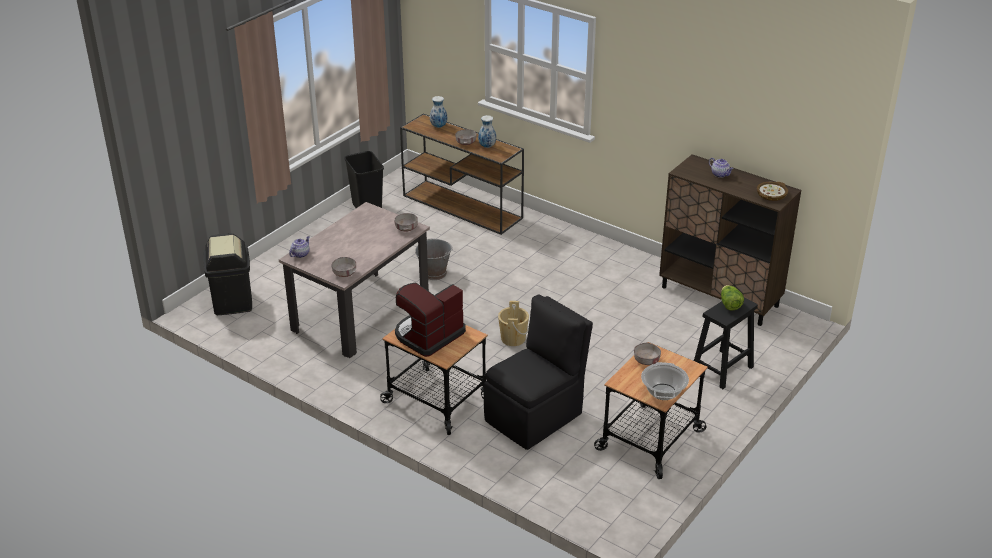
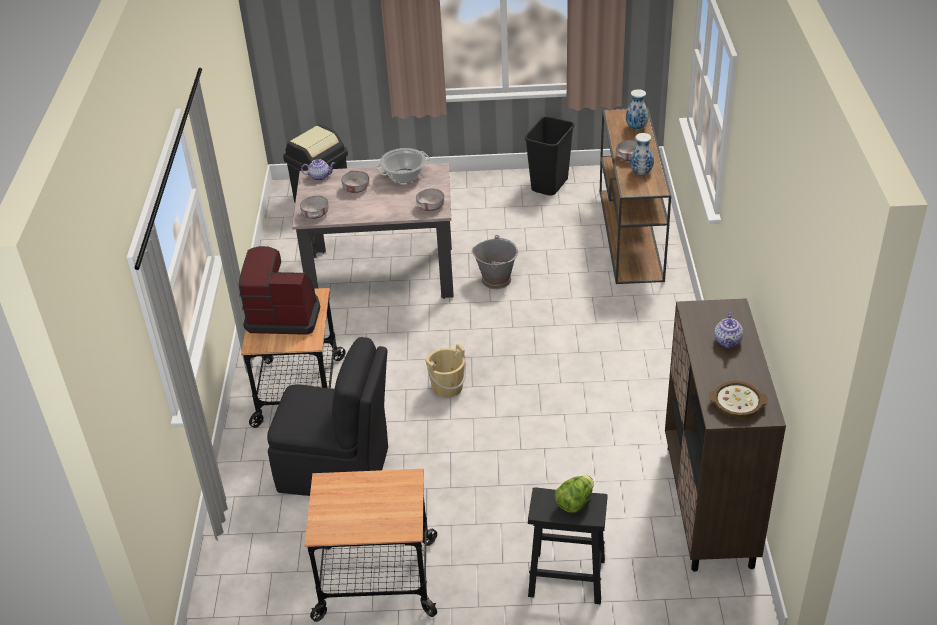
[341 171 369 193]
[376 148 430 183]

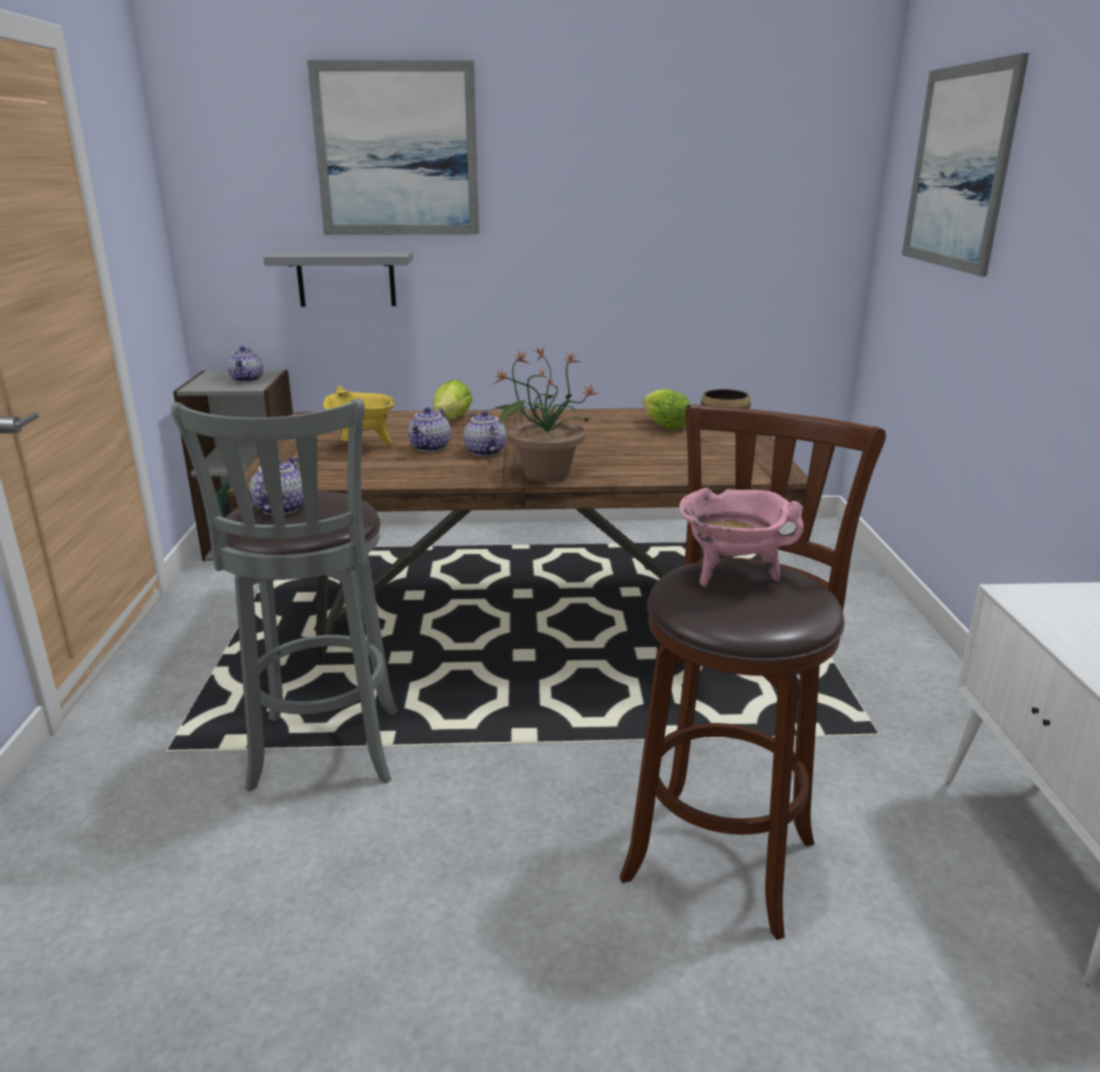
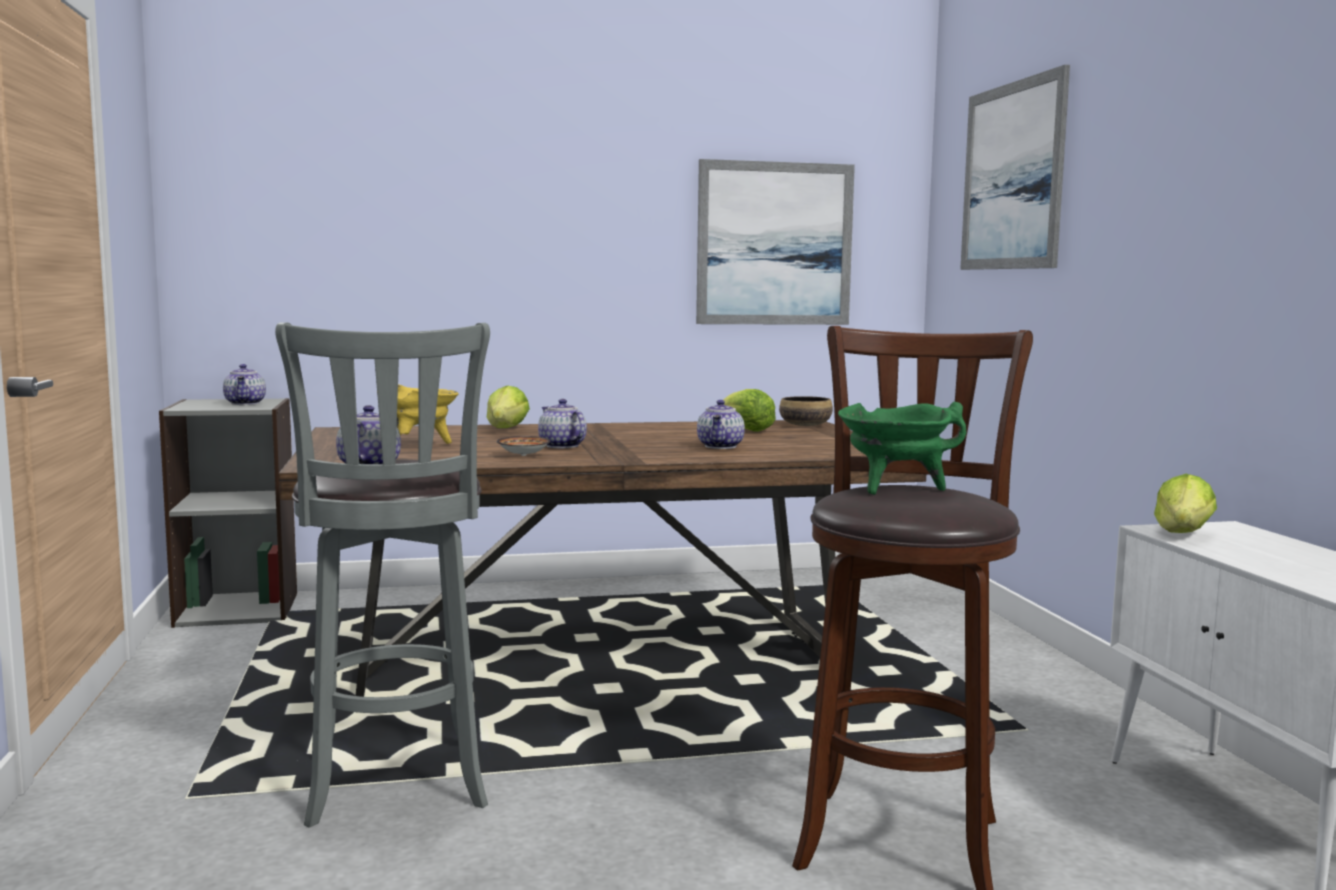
[696 159 855 325]
[263 251 413 307] (first image)
[492 347 598 482] (first image)
[697 400 745 449]
[838 402 966 495]
[497 436 551 456]
[1154 474 1217 533]

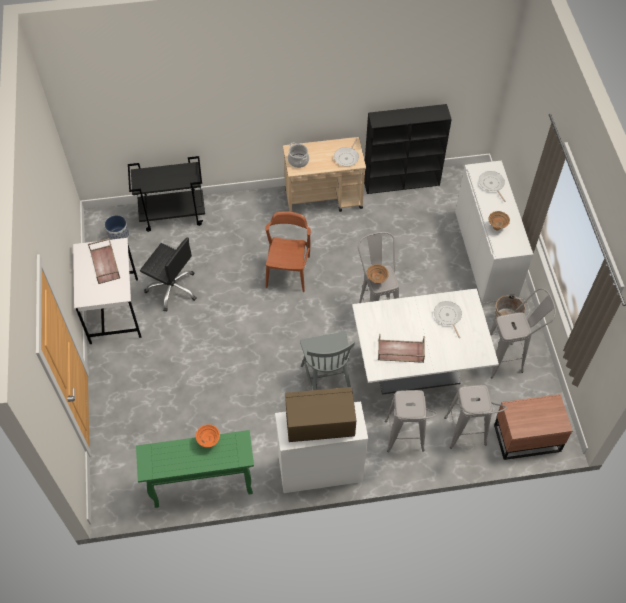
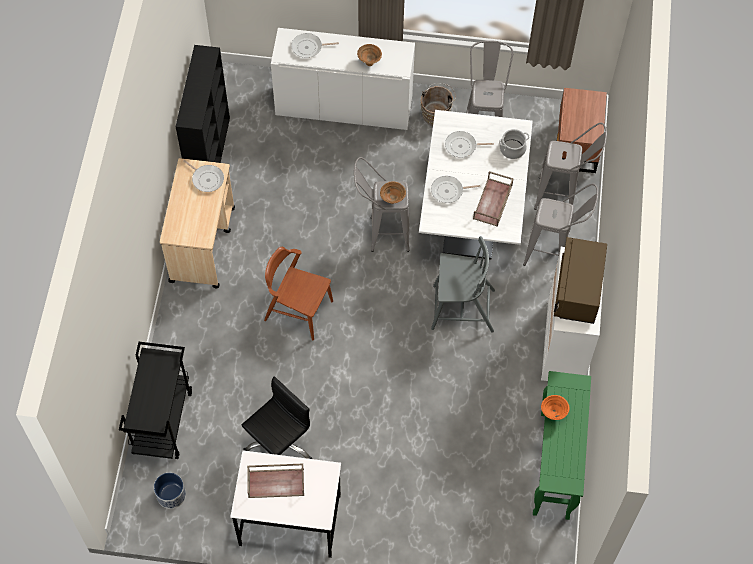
[499 129 529 159]
[431 176 480 203]

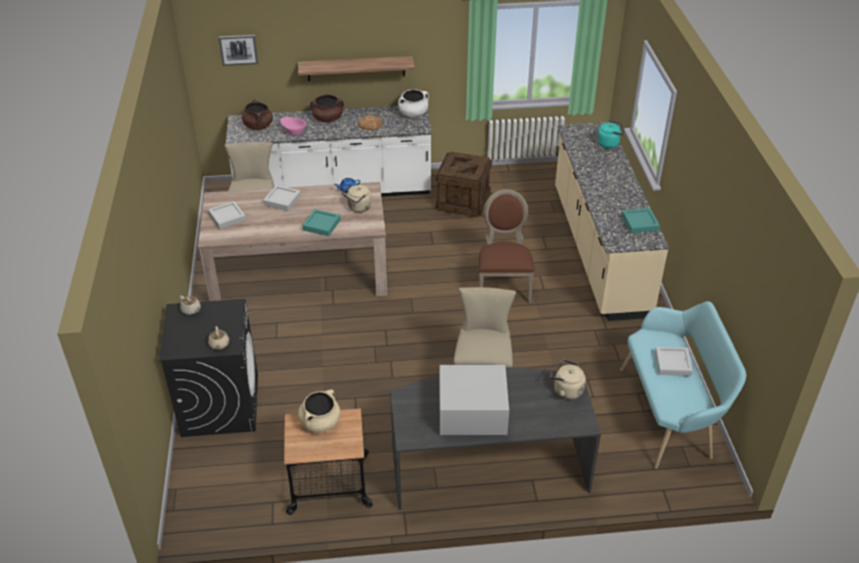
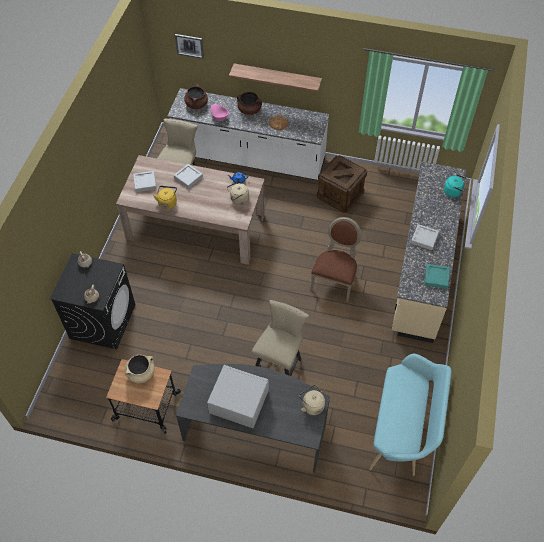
[398 89 429 117] (first image)
[302 209 340 236] (first image)
[411 224 439 250]
[153 186 177 210]

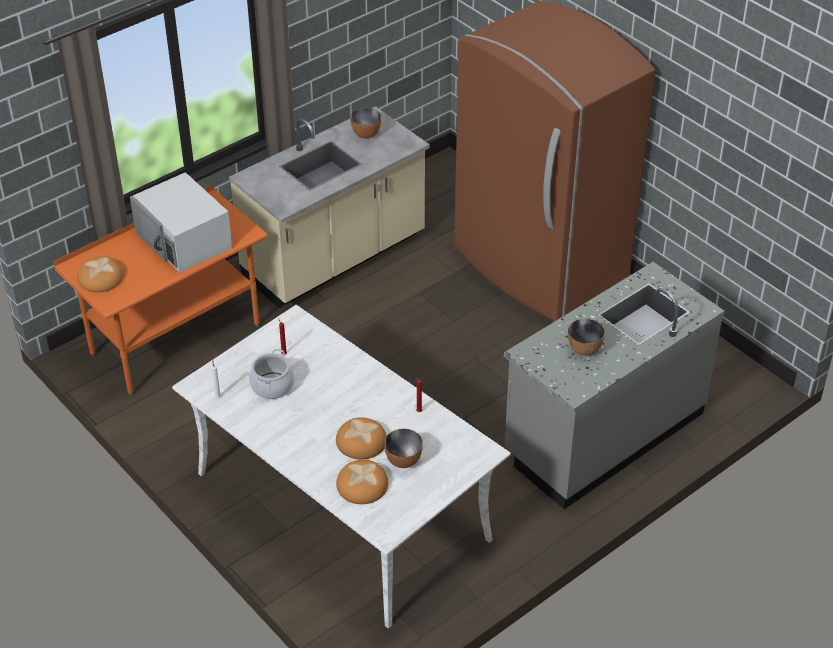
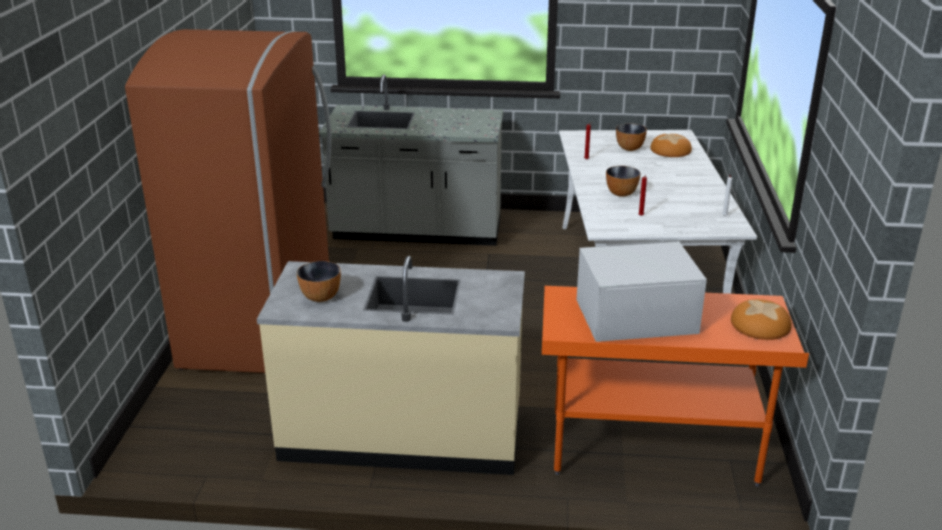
[577 240 707 342]
[606 166 640 197]
[249 349 294 399] (first image)
[336 417 387 459] (first image)

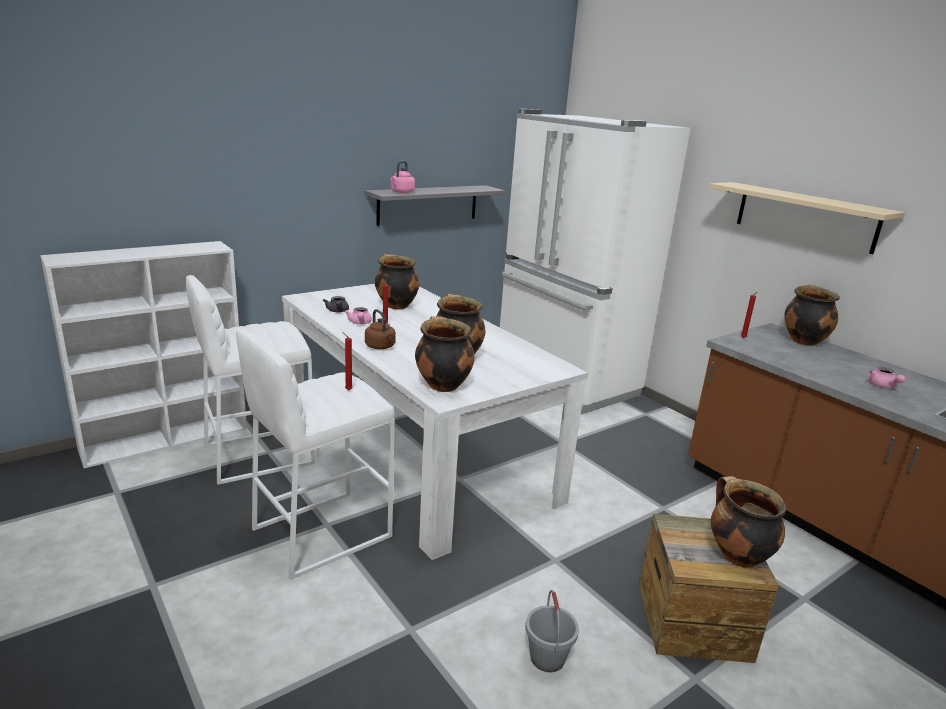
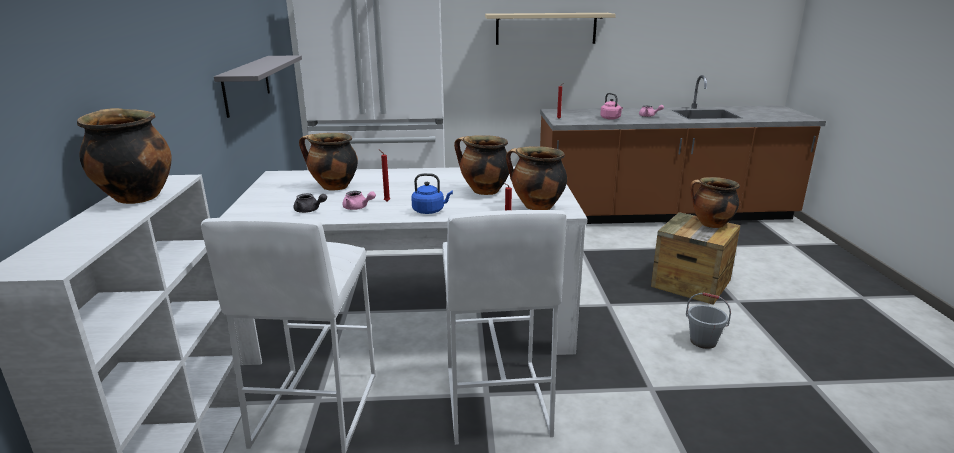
[600 93 623 120]
[77 108 172 204]
[411 173 453 214]

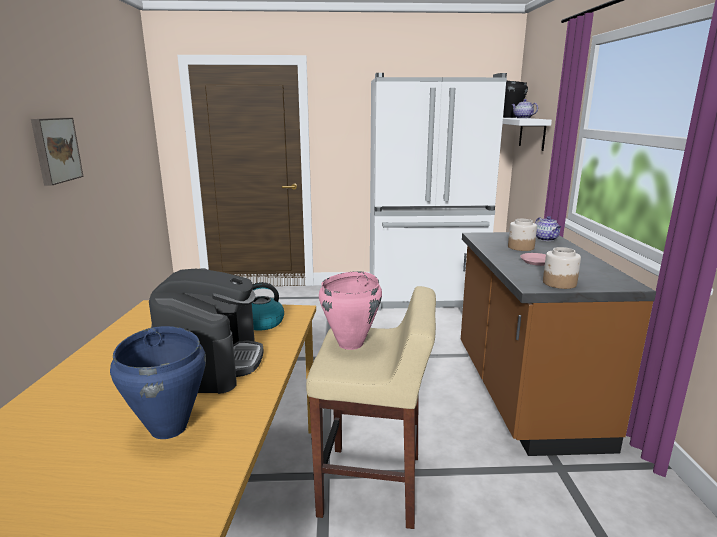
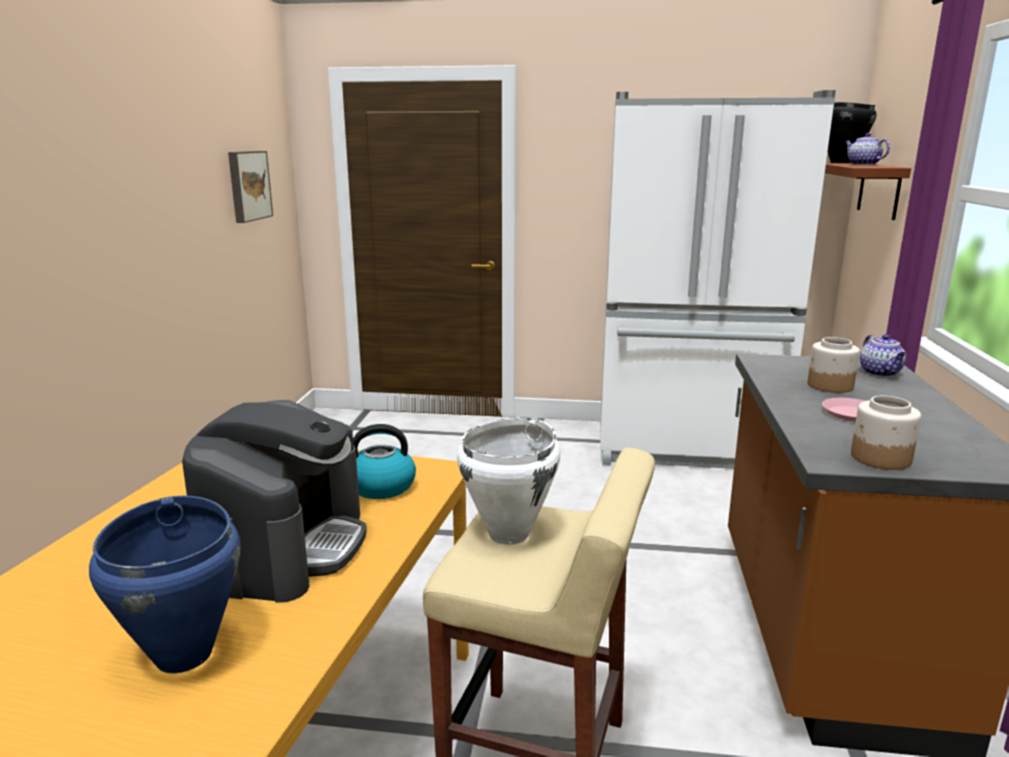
[228 151 273 223]
[825 163 911 220]
[457 417 560 545]

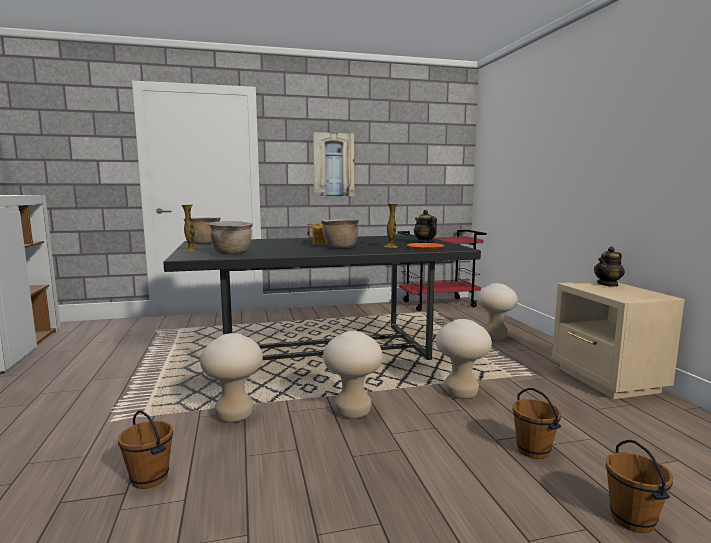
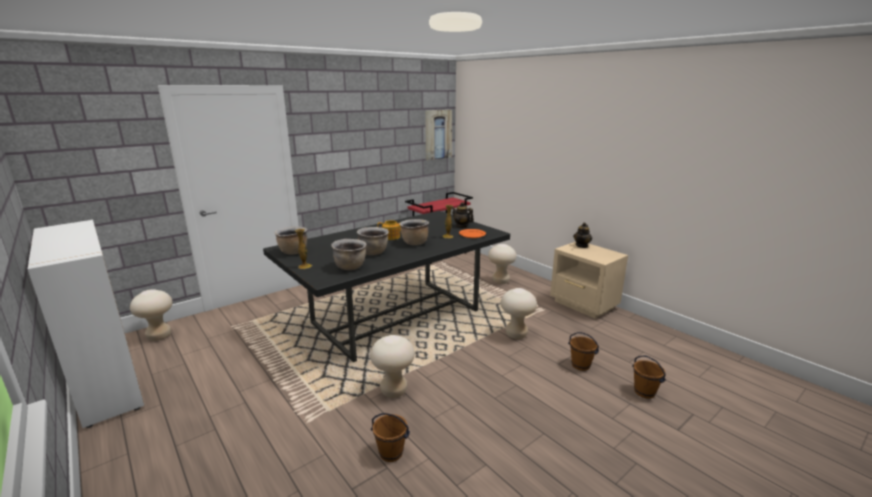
[425 110 452 160]
[130 289 173 341]
[357 227 389 255]

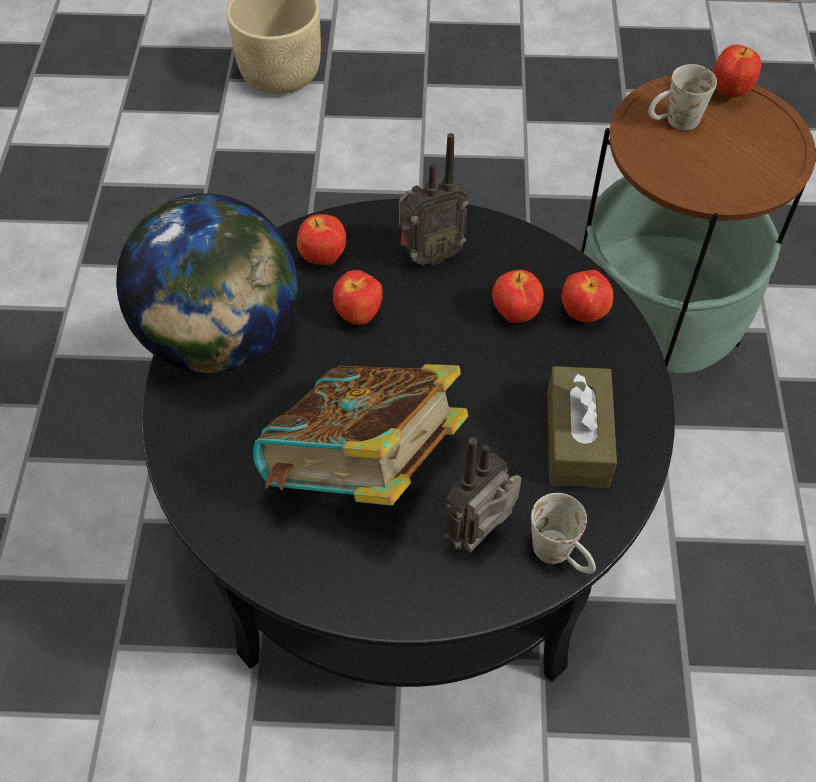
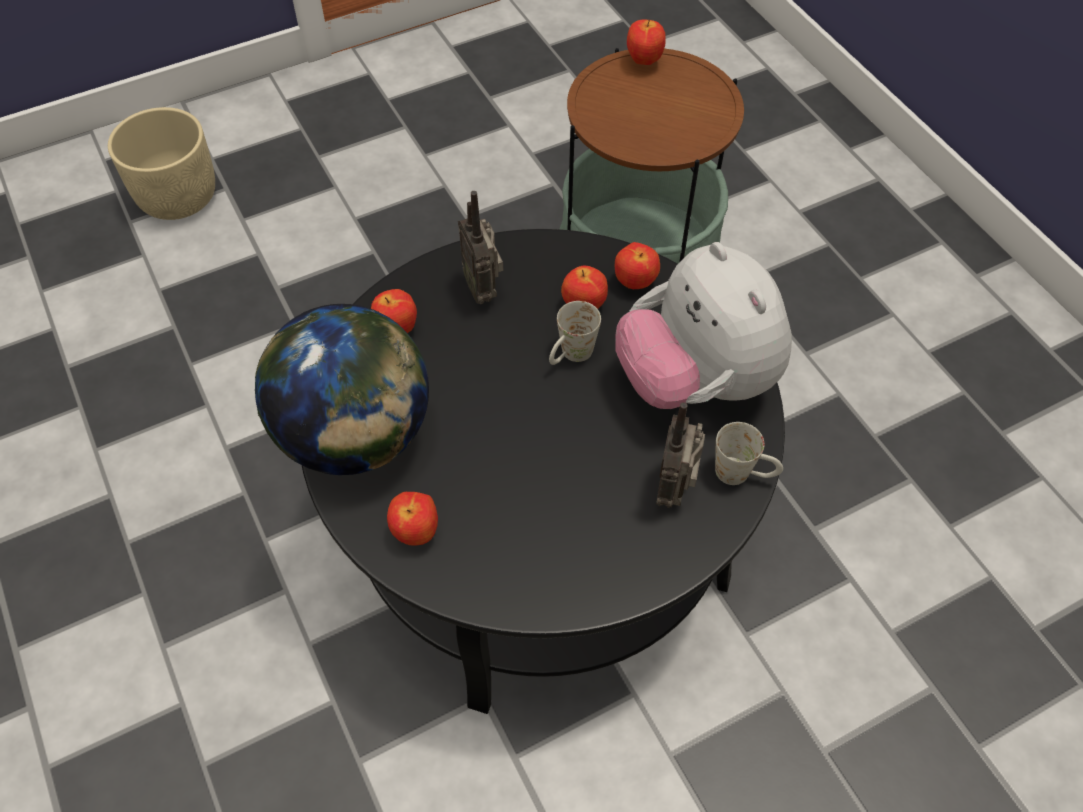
[549 301 601 365]
[458 191 504 304]
[387 492 438 546]
[253 364 468 506] (first image)
[615 242 792 409]

